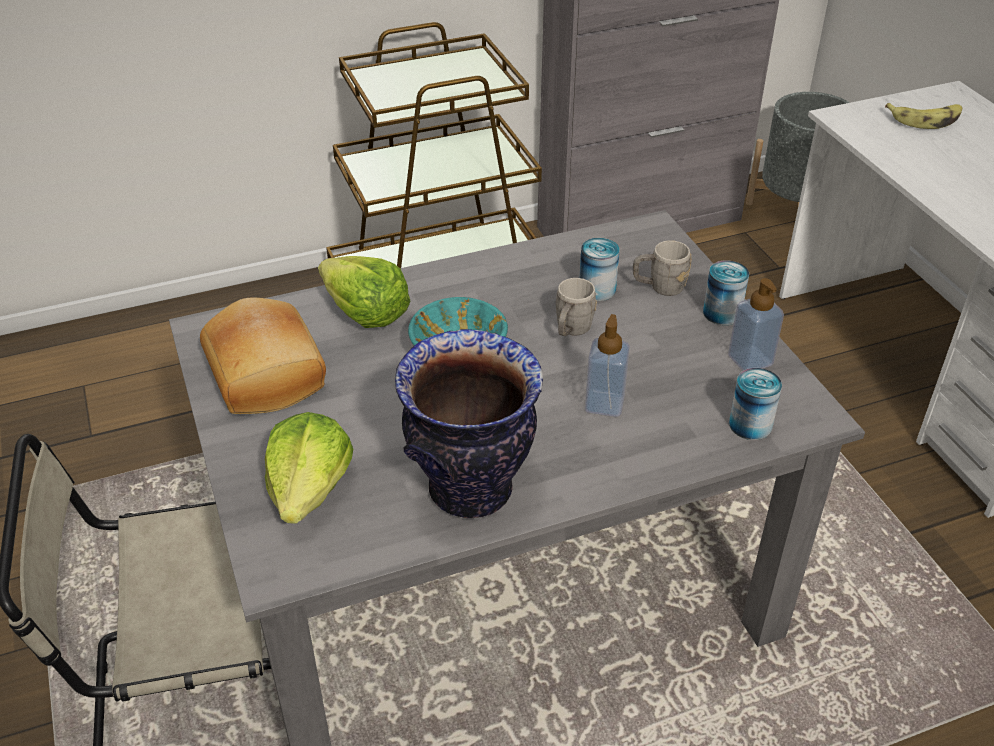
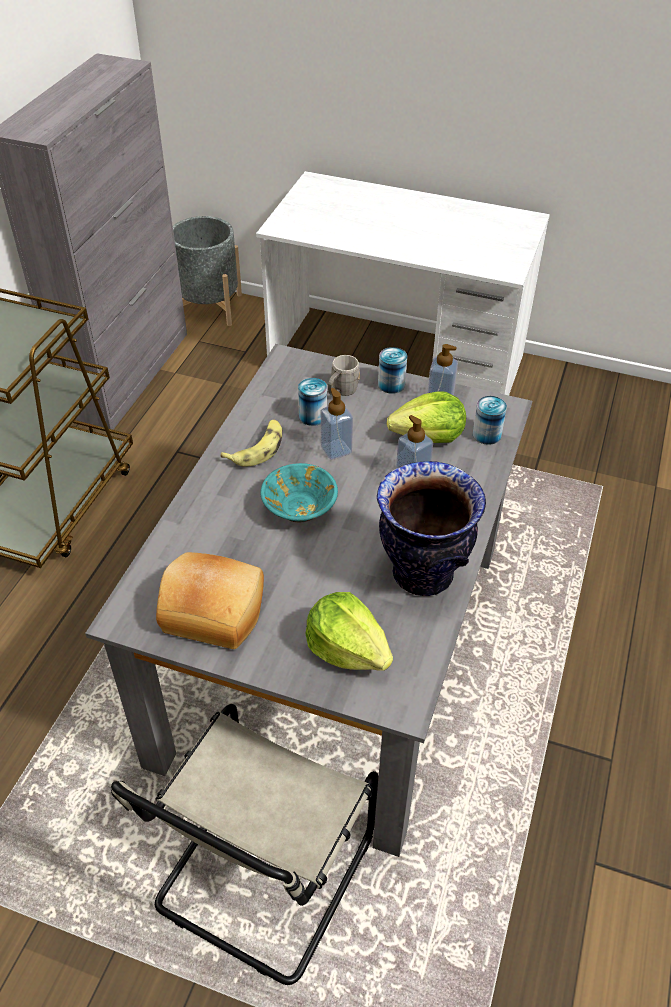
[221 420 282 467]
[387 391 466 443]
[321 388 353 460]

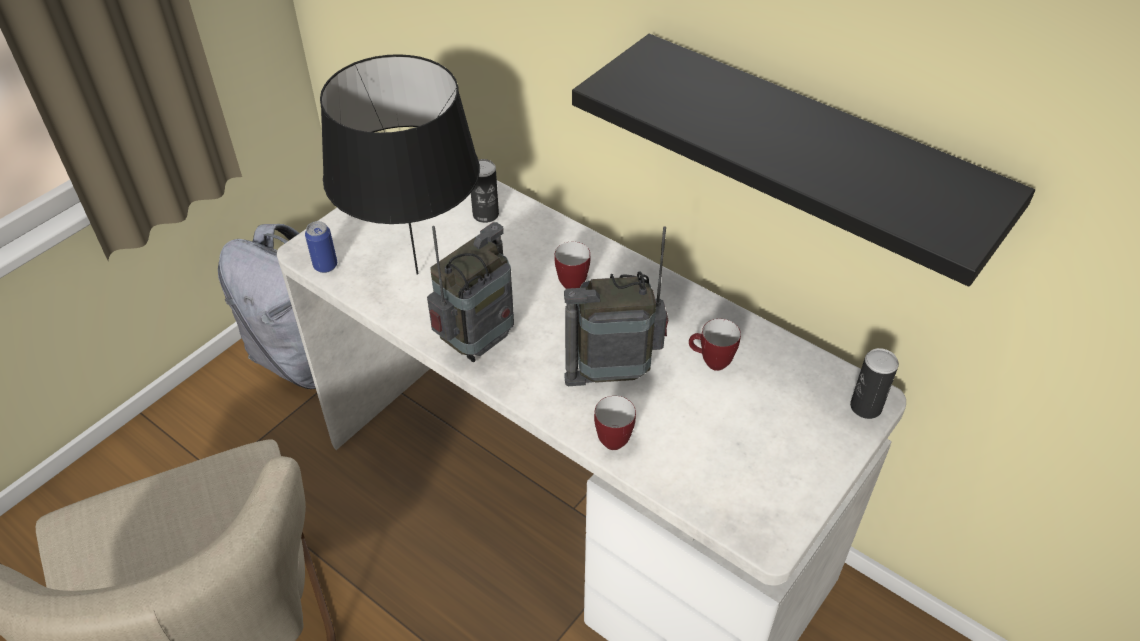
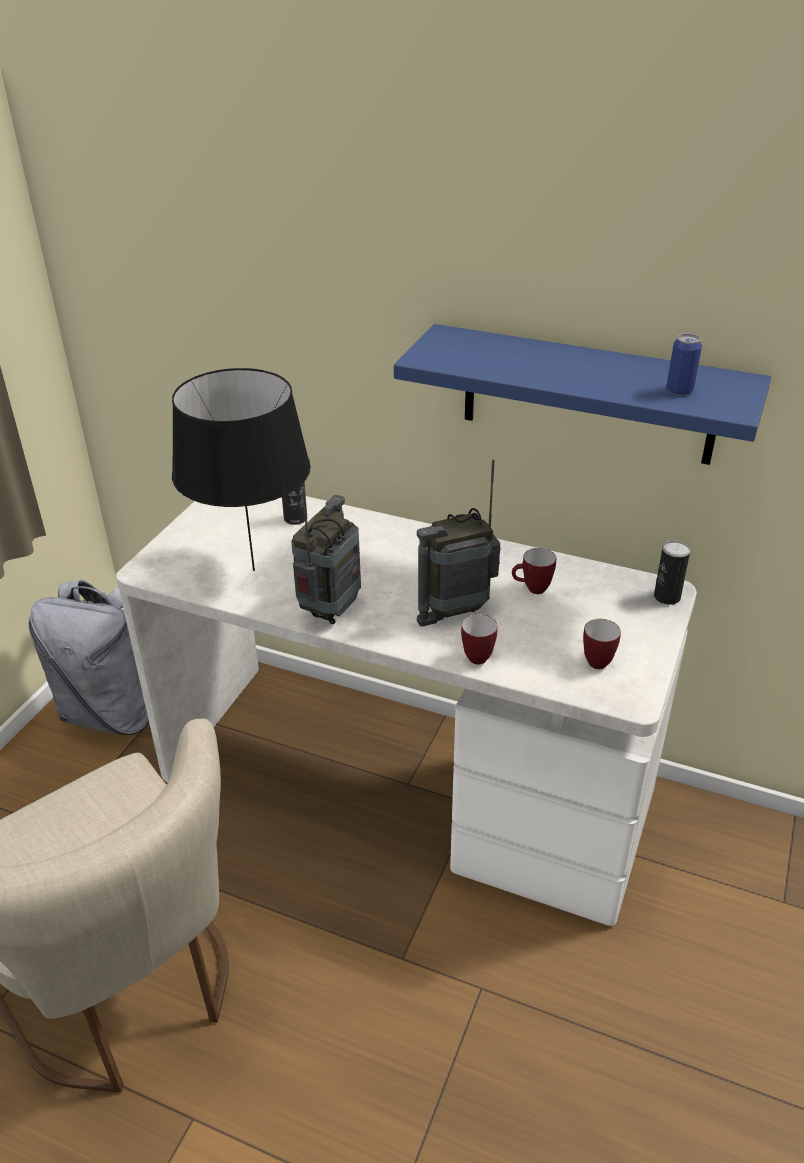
[394 324 771 465]
[667 333 702 396]
[583 619 621 669]

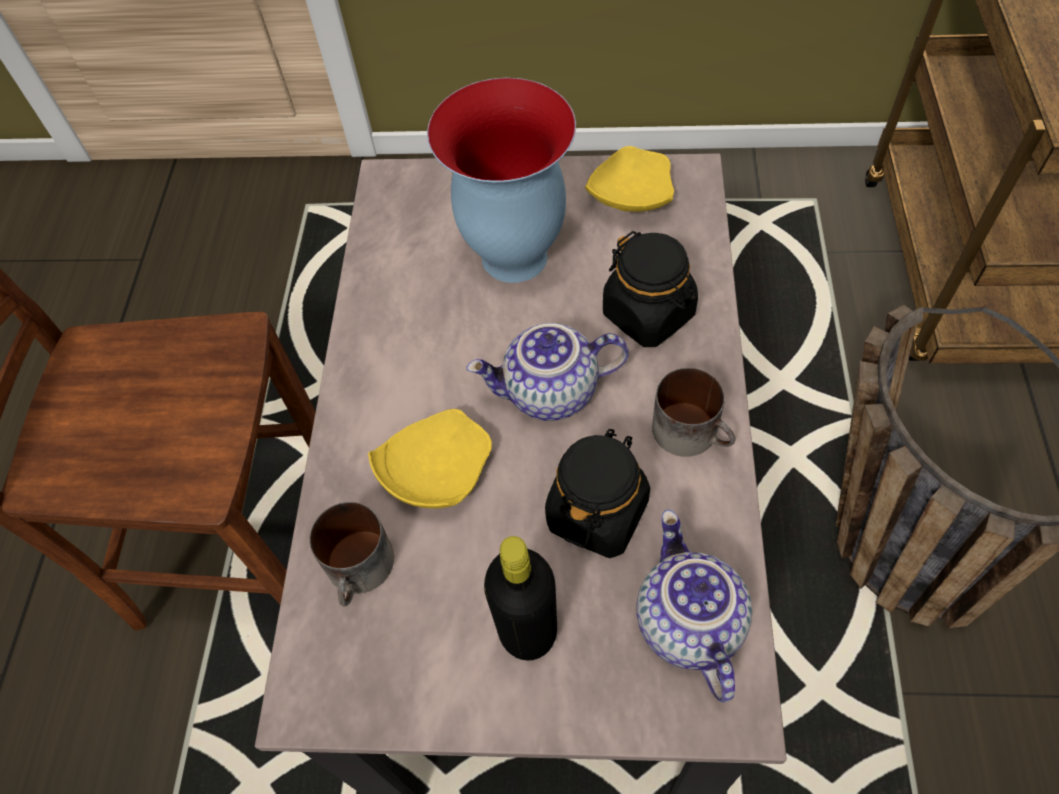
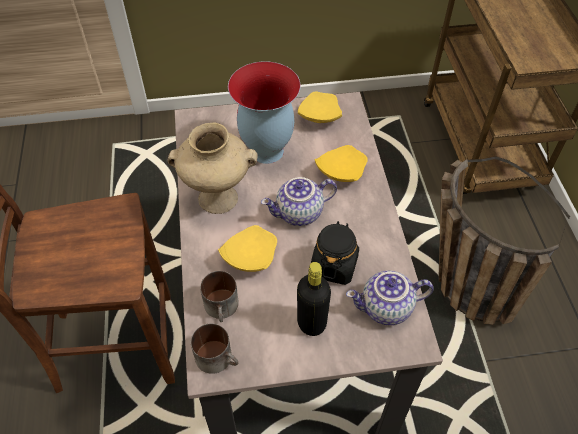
[315 145 368 182]
[191 324 239 374]
[346 270 434 325]
[167 122 258 214]

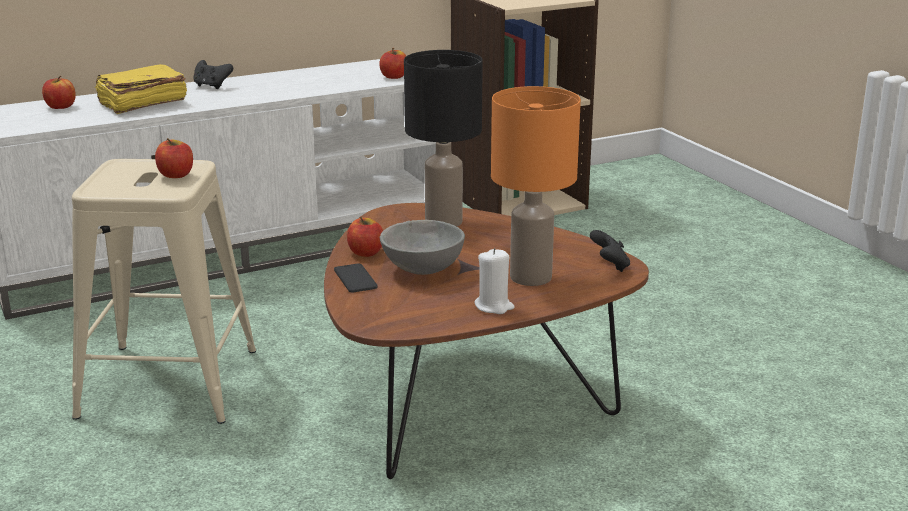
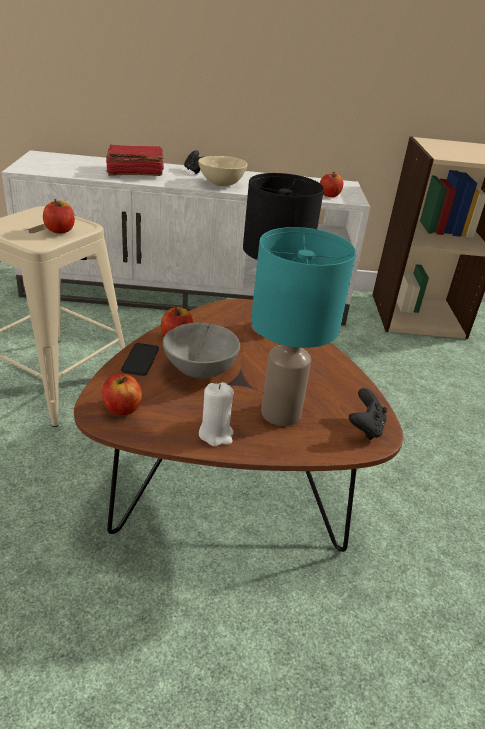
[106 145 164 176]
[102 374 142 415]
[251 227 356 426]
[198 156 247 186]

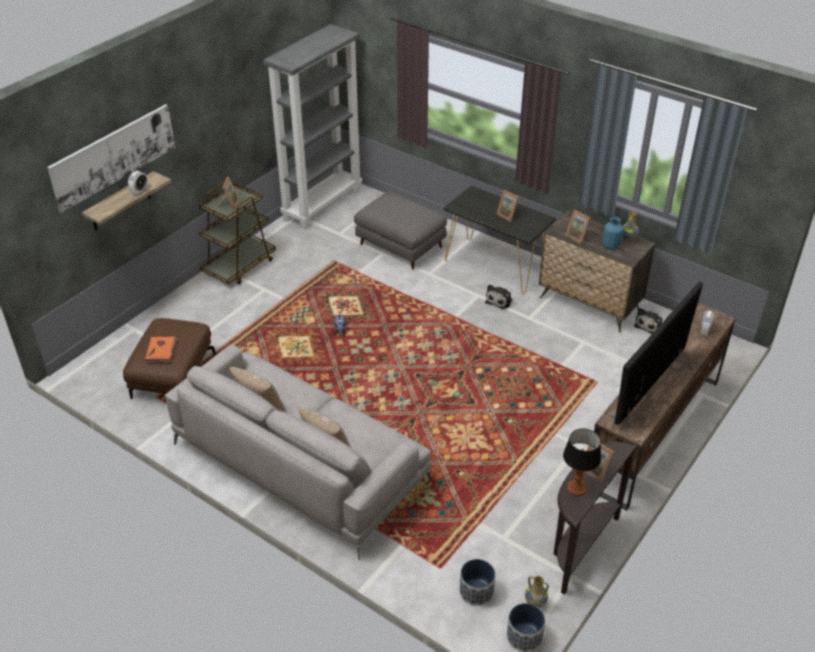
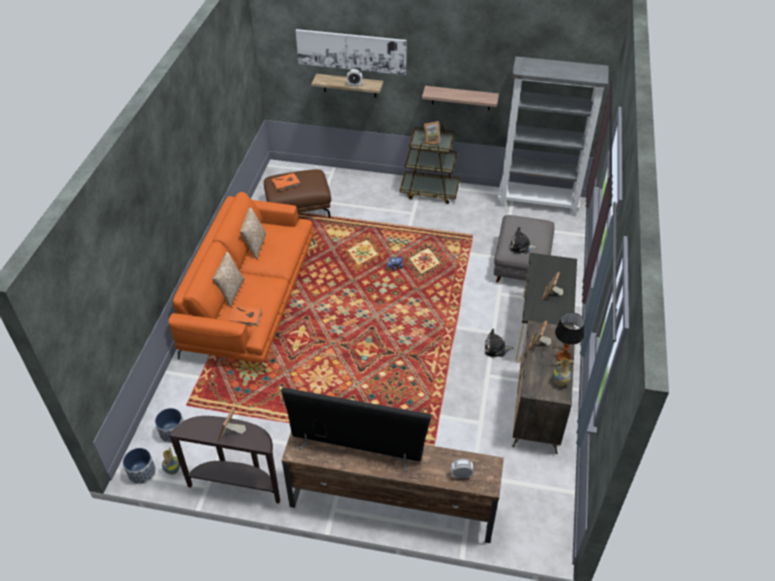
[602 216 623 250] (first image)
[510 227 538 254]
[168 192 315 373]
[555 312 585 362]
[422 86 499 111]
[229 306 261 326]

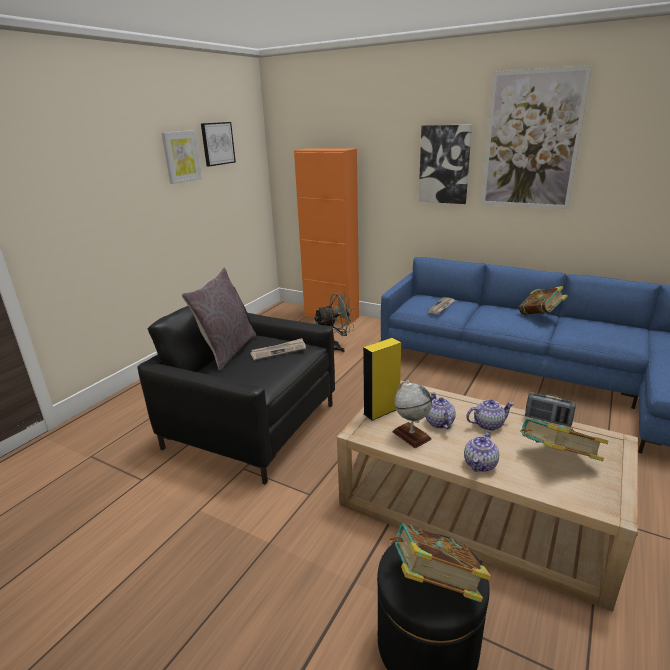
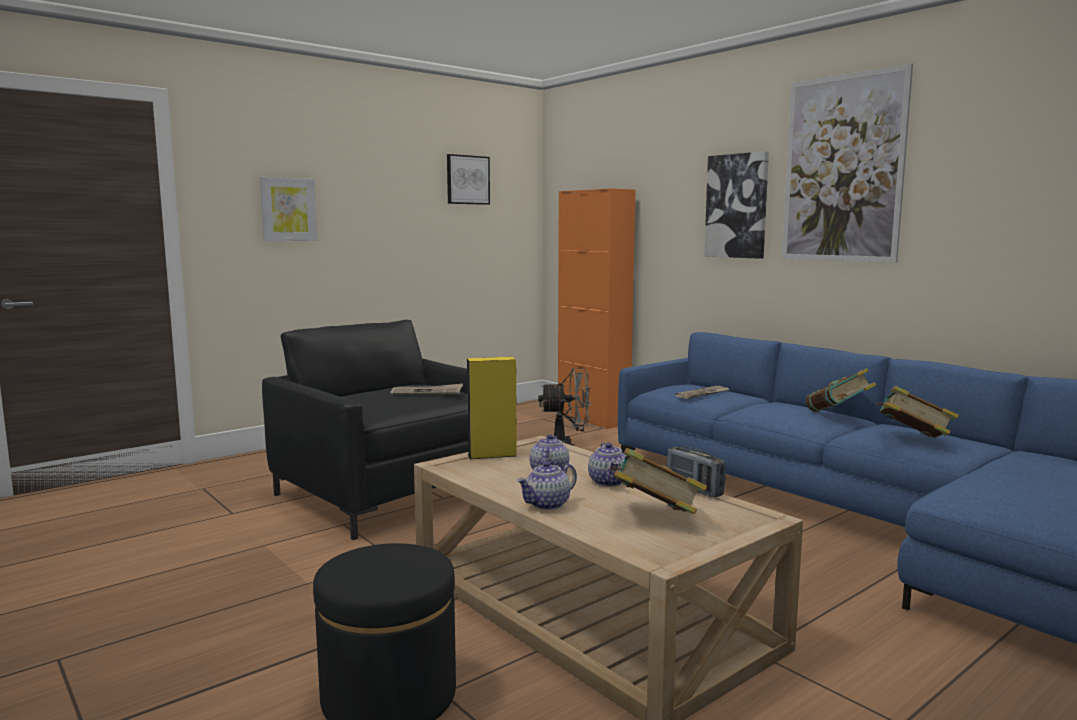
[260 177 317 241]
[181 267 256 371] (first image)
[392 381 432 448] (first image)
[588 443 626 487]
[875 386 959 438]

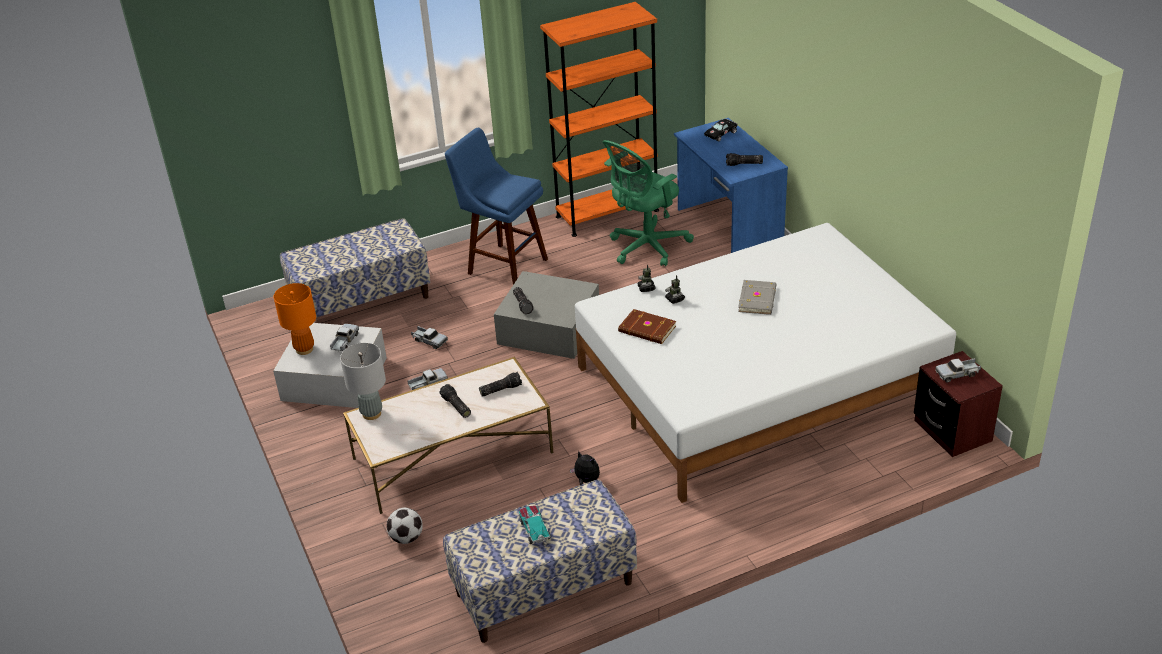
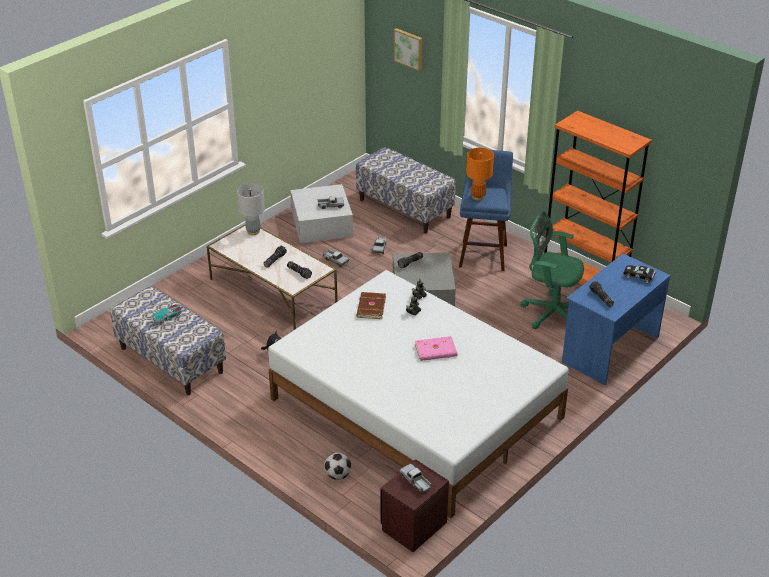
[415 336 457 361]
[466 148 494 200]
[324 452 351 480]
[394 28 422 71]

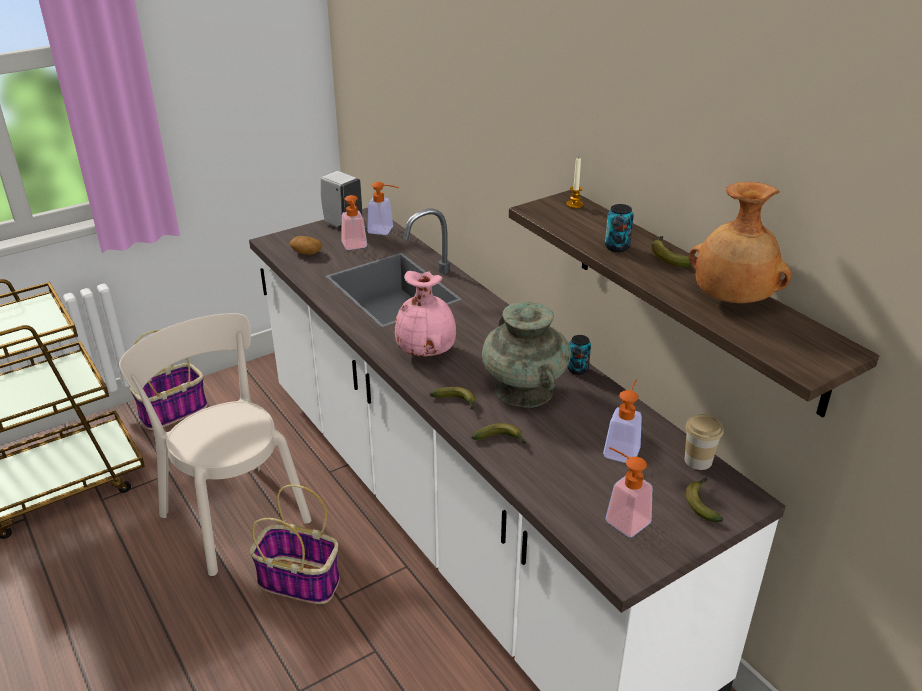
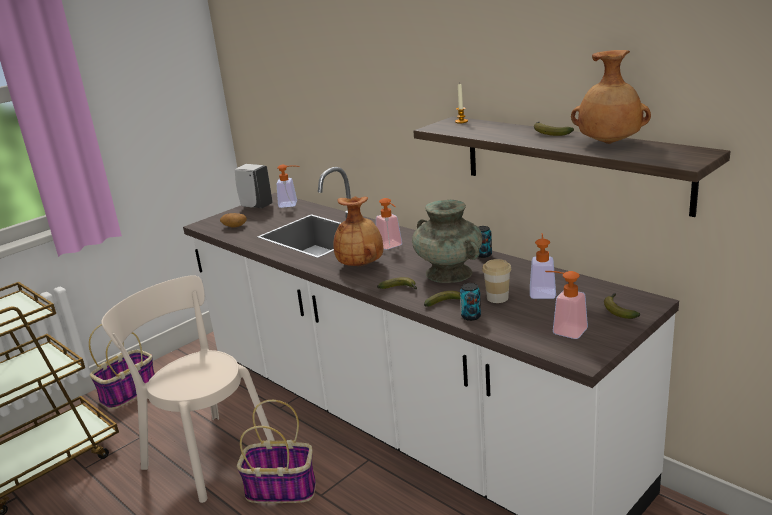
[376 198 402 249]
[460 283 481 321]
[333 196 383 266]
[482 259 511 303]

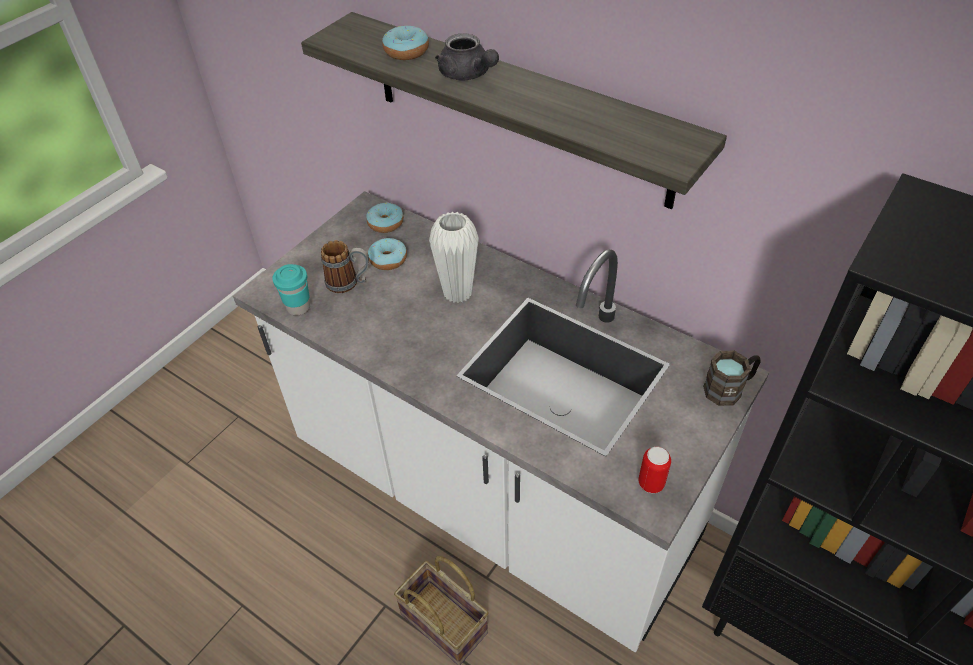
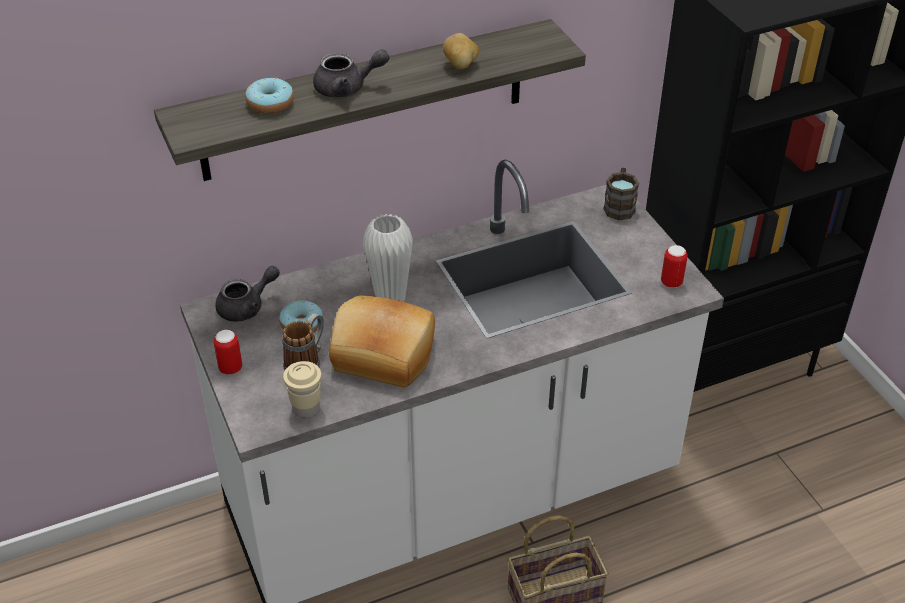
[215 266 280 322]
[283 361 322 418]
[443 33 479 69]
[329 295 435 388]
[214 330 242 375]

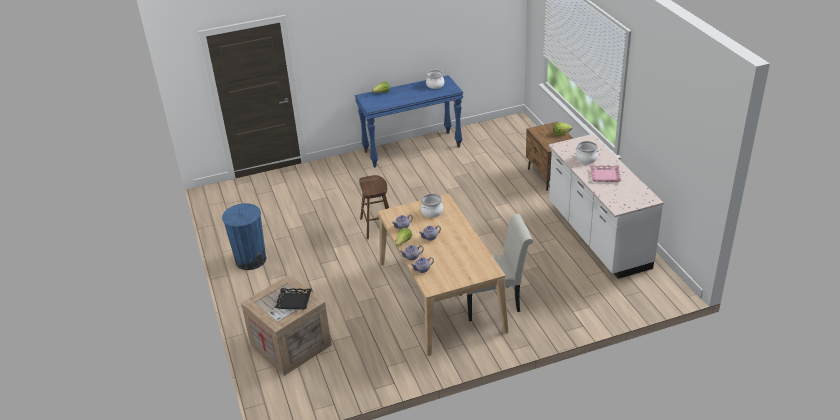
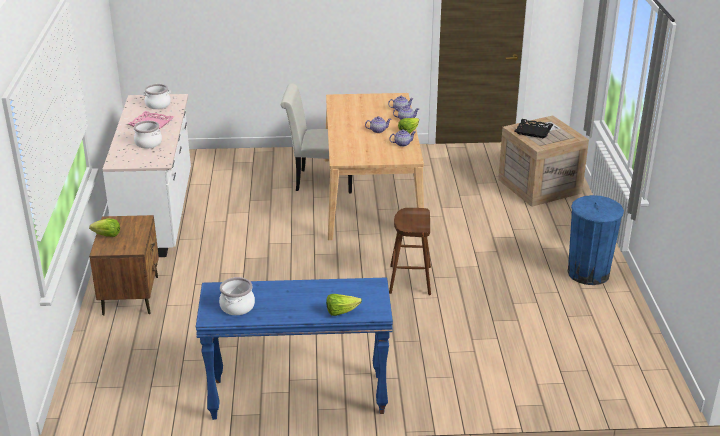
[143 84 171 109]

